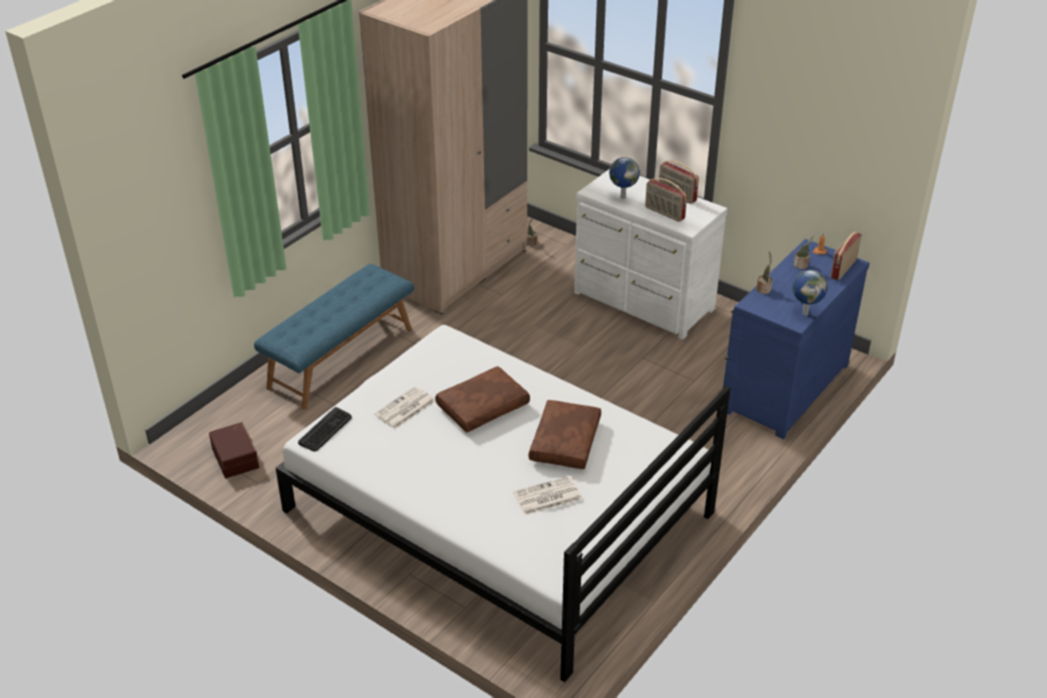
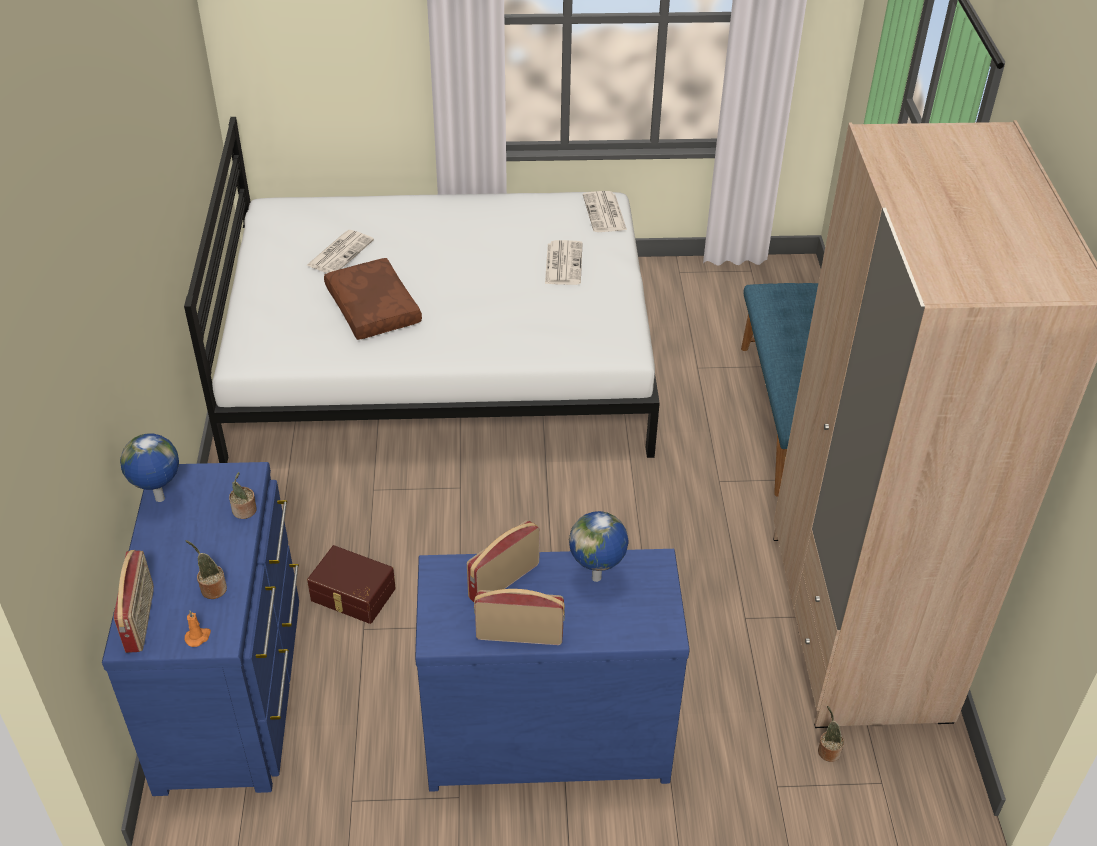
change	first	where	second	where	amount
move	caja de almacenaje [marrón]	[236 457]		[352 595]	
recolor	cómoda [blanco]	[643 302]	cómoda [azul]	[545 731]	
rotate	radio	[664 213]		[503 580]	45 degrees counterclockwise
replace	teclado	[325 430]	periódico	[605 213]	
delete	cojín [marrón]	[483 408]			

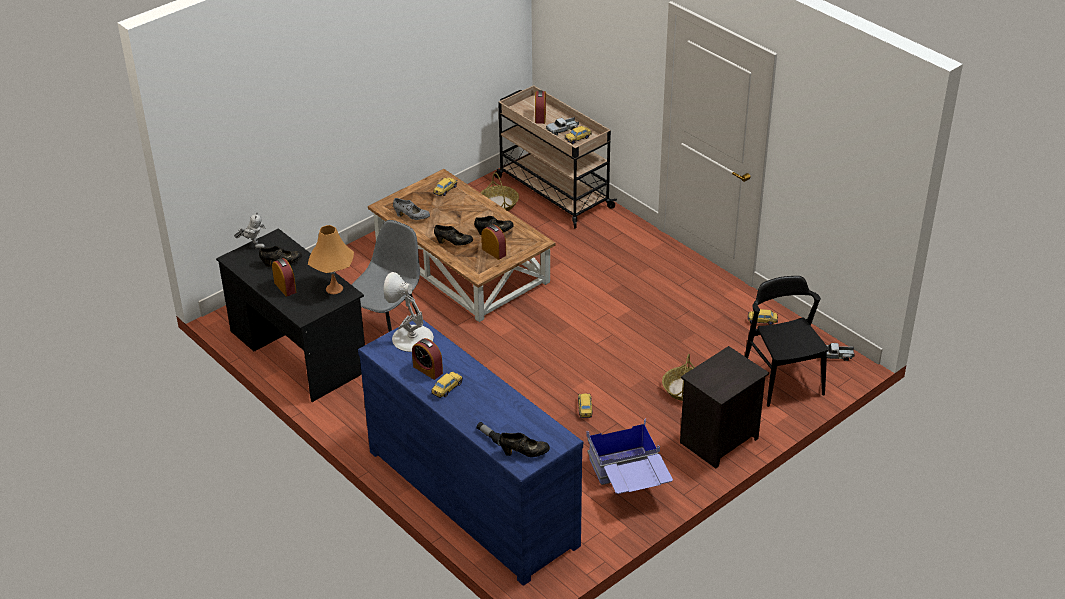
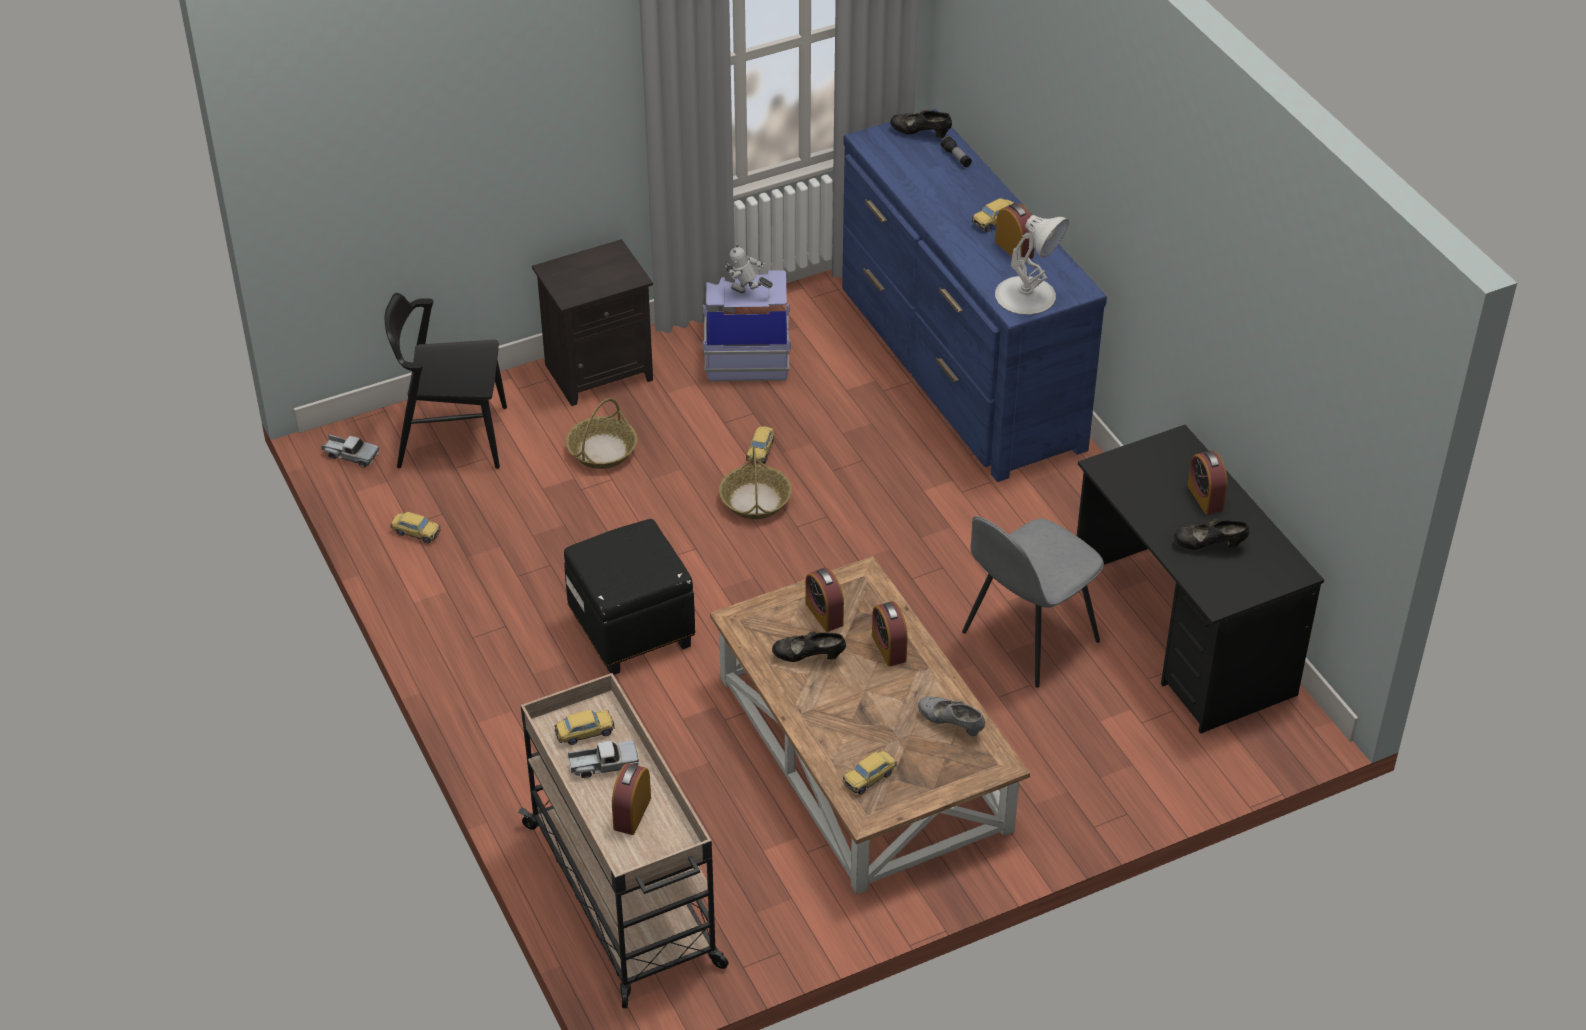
change	first	where	second	where	amount
rotate	silla [negro]	[783 379]		[452 437]	90 degrees clockwise
insert			puf [negro]	[630 630]	
move	cesta	[498 203]		[755 501]	
move	robot de juguete	[253 246]		[747 295]	
replace	zapato [negro]	[453 243]	despertador	[889 648]	
delete	lámpara de mesa [naranja]	[334 289]			

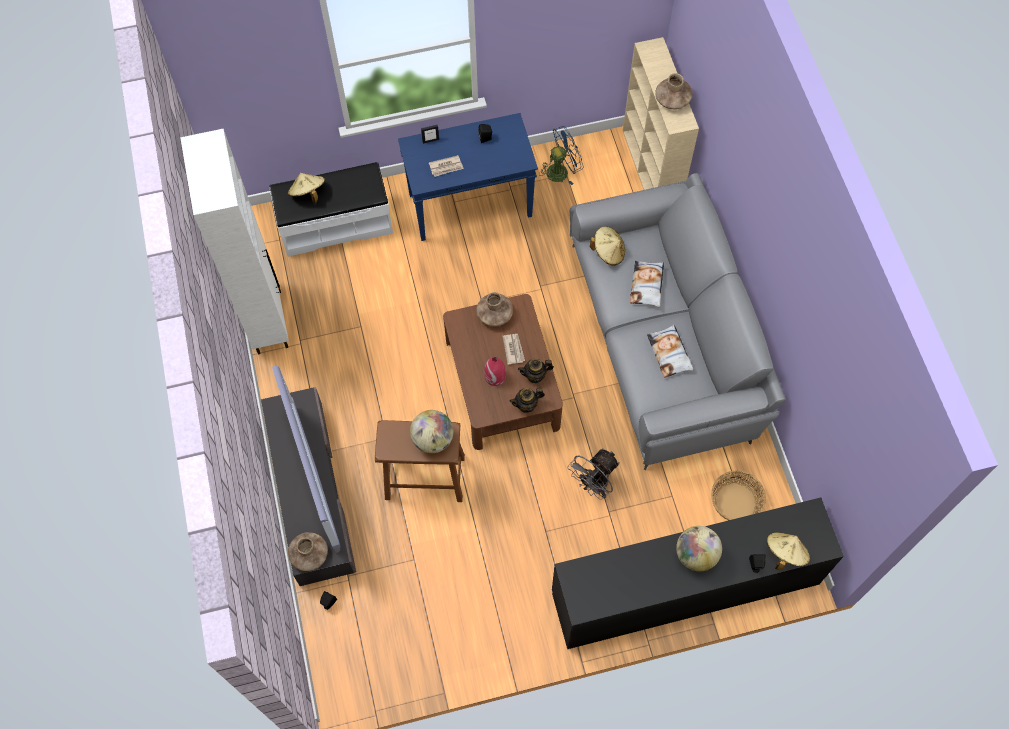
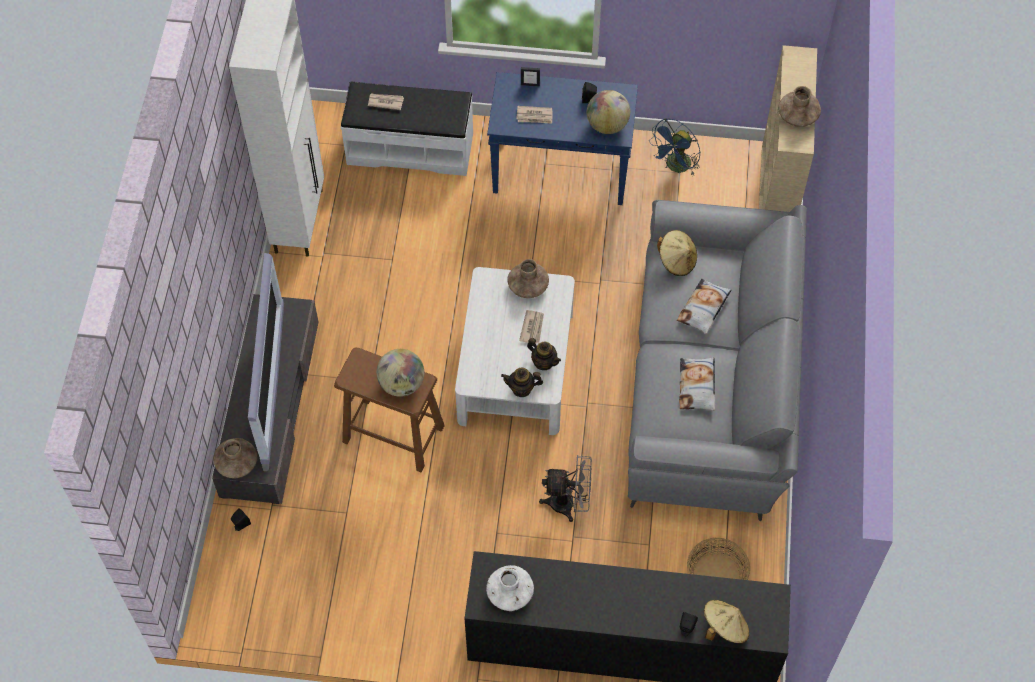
change	first	where	second	where	amount
replace	sombrero [beis]	[308 193]	periódico	[385 102]	
recolor	mesa de centro [marrón]	[502 383]	mesa de centro [blanco]	[516 367]	
insert			florero [blanco]	[510 593]	
rotate	tetera	[535 376]		[543 362]	150 degrees counterclockwise
rotate	ventilador [gris]	[594 485]		[569 503]	150 degrees counterclockwise
move	globo terráqueo	[696 554]		[607 125]	
rotate	ventilador [azul]	[561 170]		[675 167]	135 degrees clockwise
delete	florero [rojo]	[495 376]			

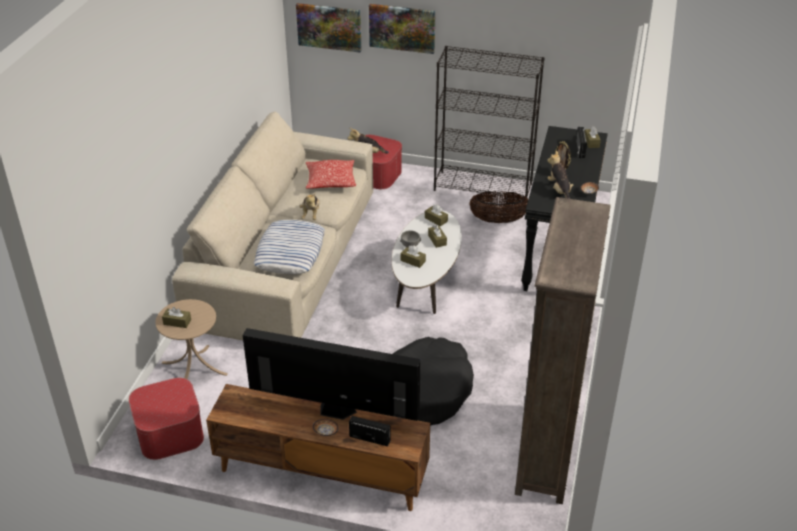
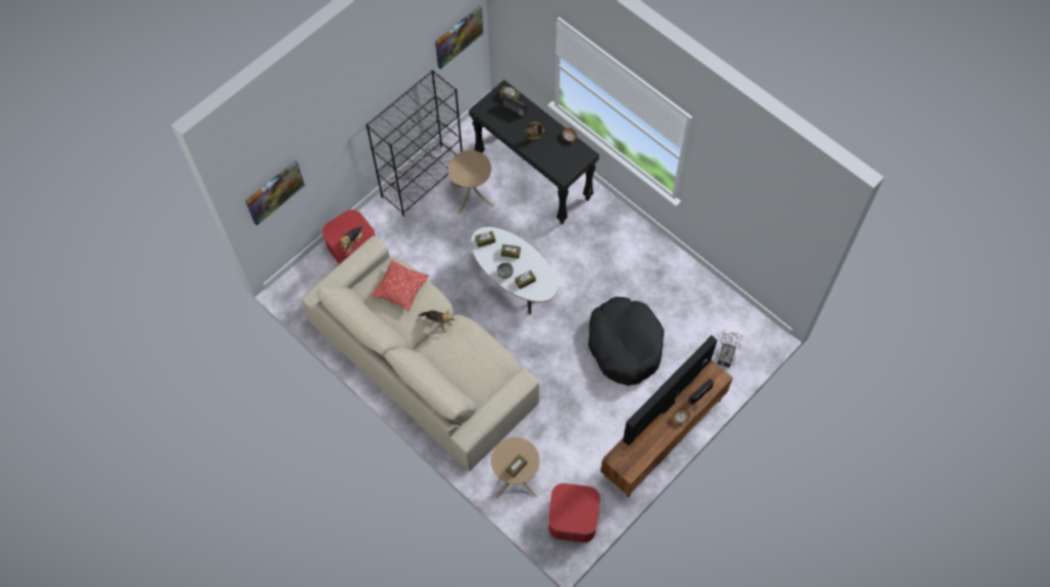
change	first	where	second	where	amount
move	cuadro	[402 28]		[458 36]	
replace	cesta	[498 220]	mesa auxiliar [beis]	[471 194]	
insert			planta en maceta	[727 354]	
delete	cojín	[290 252]			
delete	estantería [marrón]	[547 453]			
delete	peluche	[559 191]			

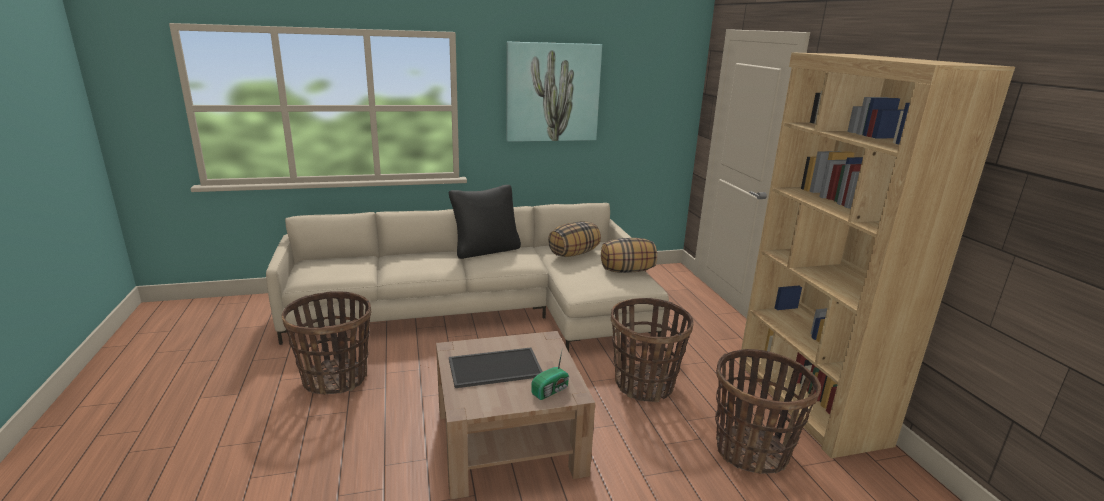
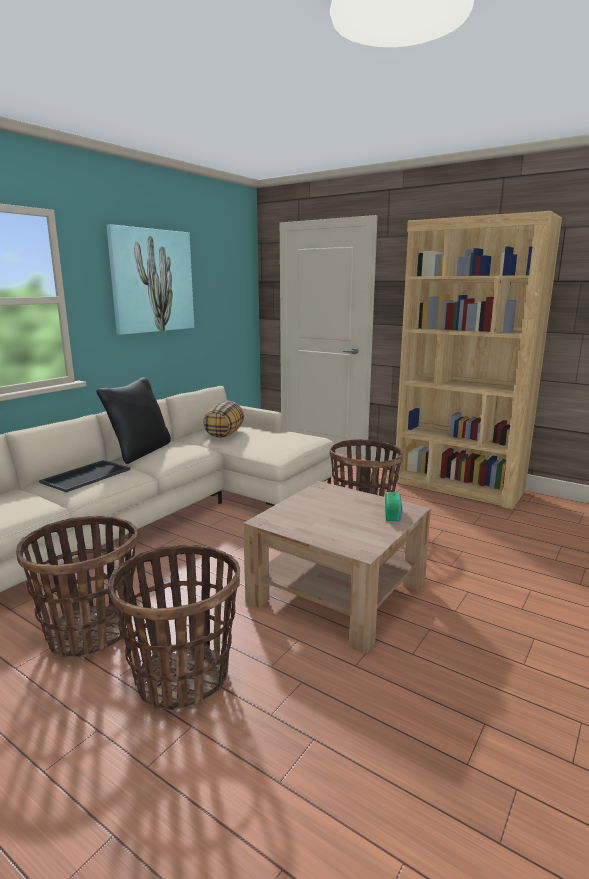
change	first	where	second	where	amount
move	bandeja	[494 369]		[86 476]	
move	cesta	[751 451]		[182 677]	
delete	cojín	[627 271]			

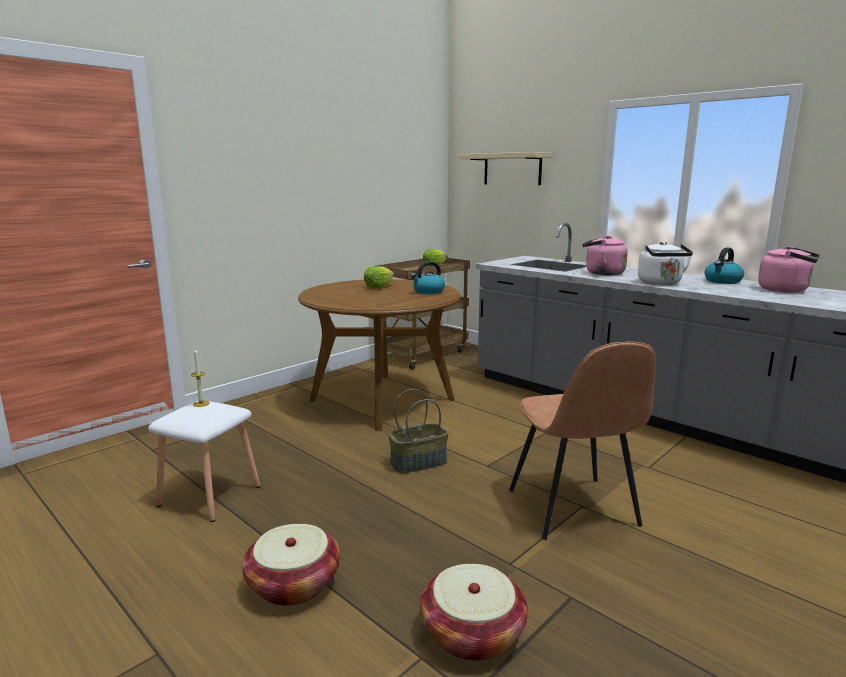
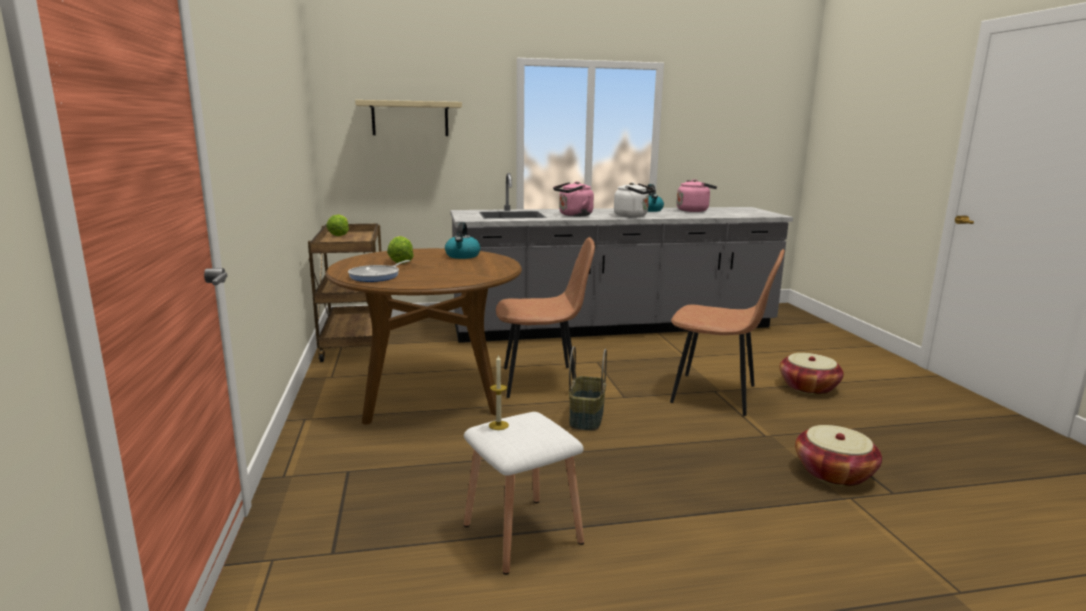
change	first	where	second	where	amount
insert			sartén	[377 276]	
insert			silla [marrón]	[542 382]	
move	cesta	[293 584]		[808 387]	

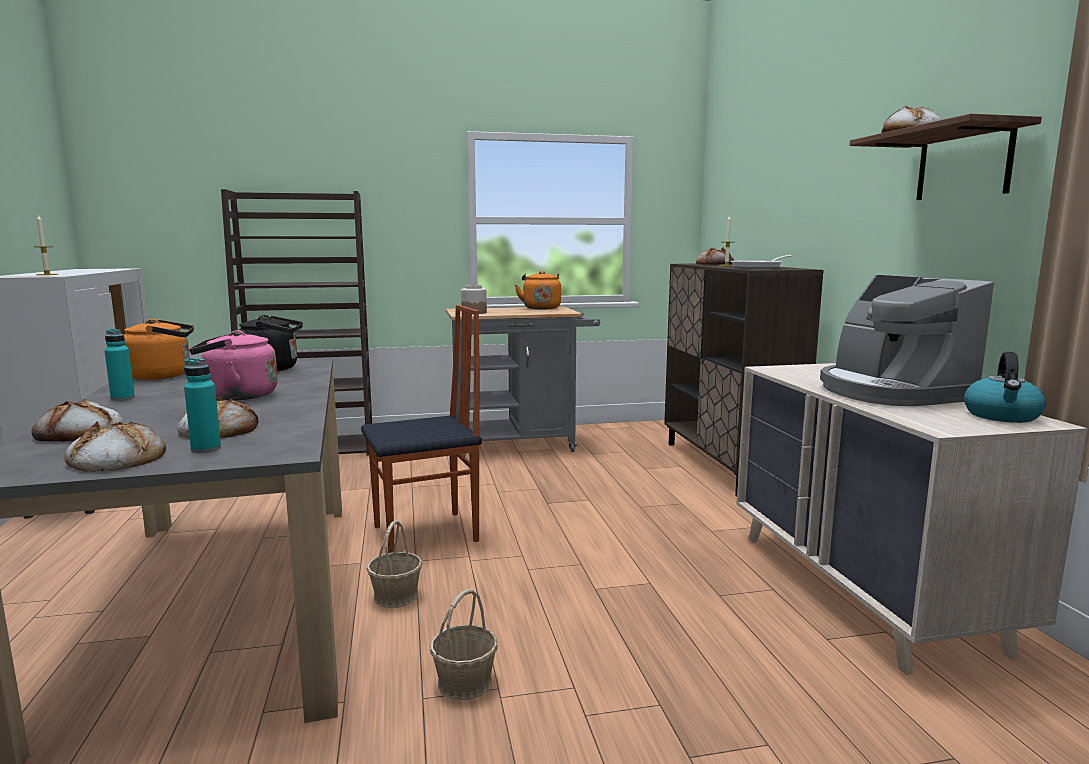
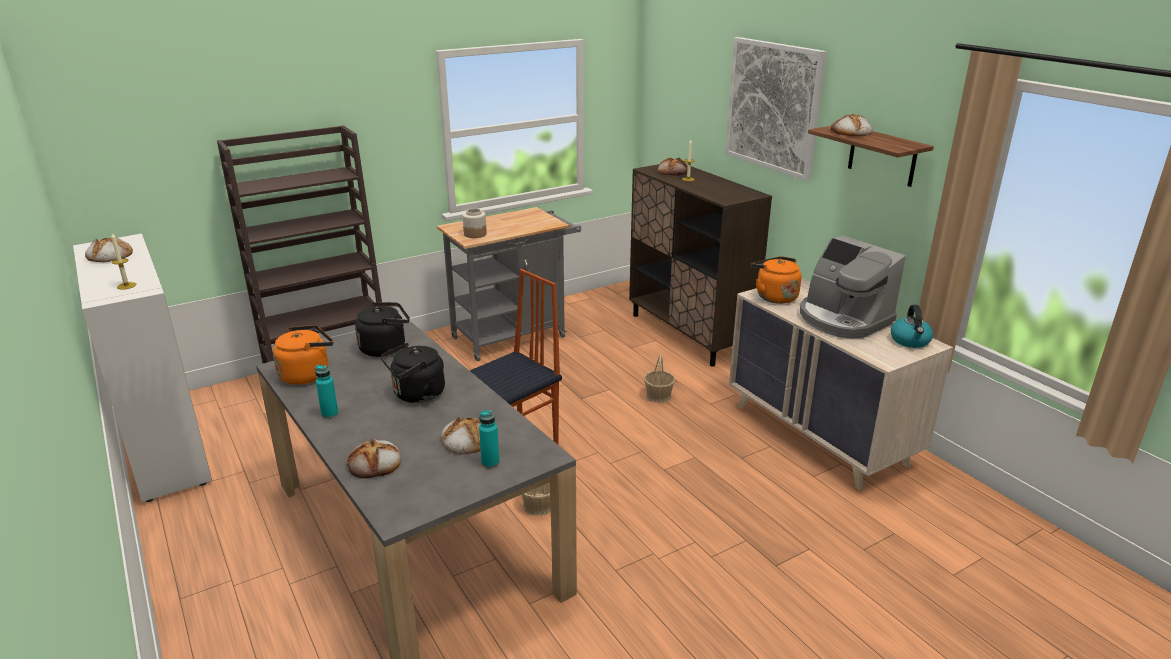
change	first	where	second	where	amount
move	pan	[116 459]		[109 255]	
recolor	hervidor [rosa]	[237 396]	hervidor [negro]	[416 395]	
move	cesta	[465 682]		[658 396]	
insert			cuadro	[773 106]	
move	hervidor [naranja]	[541 308]		[774 296]	
delete	sartén	[759 267]			

